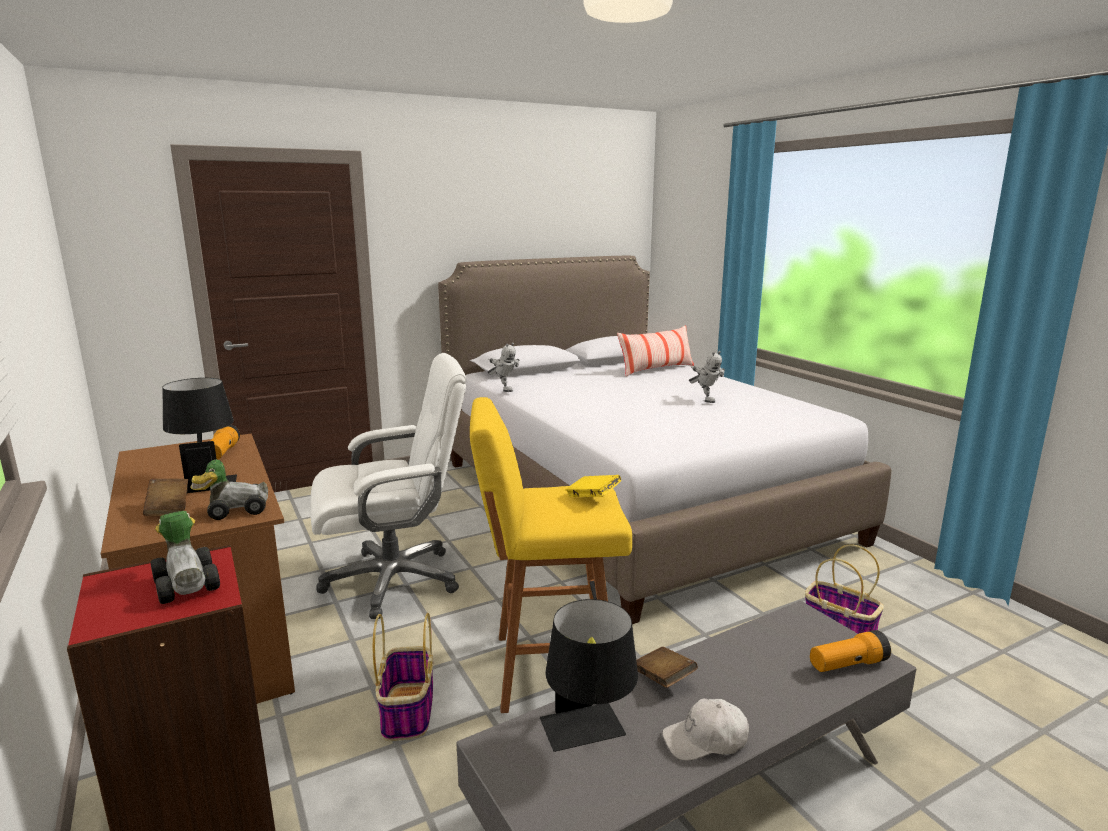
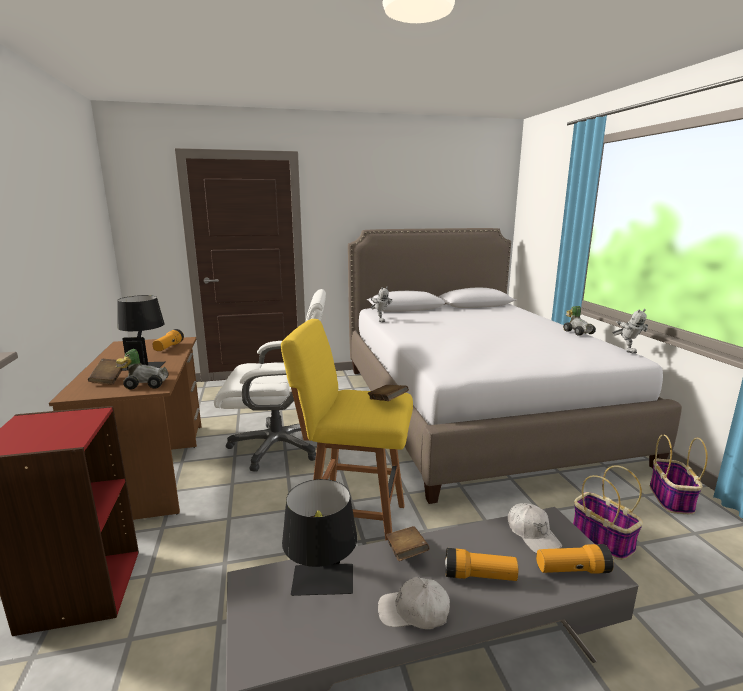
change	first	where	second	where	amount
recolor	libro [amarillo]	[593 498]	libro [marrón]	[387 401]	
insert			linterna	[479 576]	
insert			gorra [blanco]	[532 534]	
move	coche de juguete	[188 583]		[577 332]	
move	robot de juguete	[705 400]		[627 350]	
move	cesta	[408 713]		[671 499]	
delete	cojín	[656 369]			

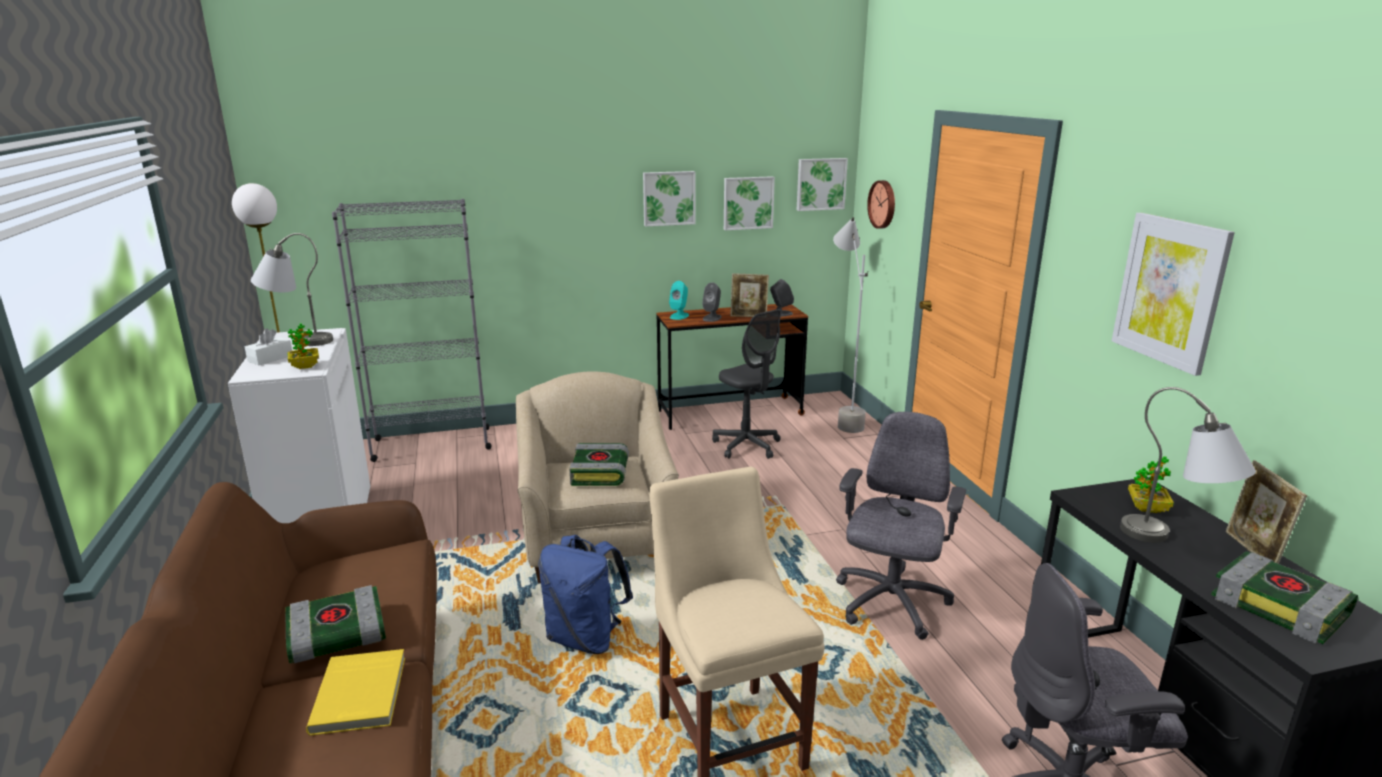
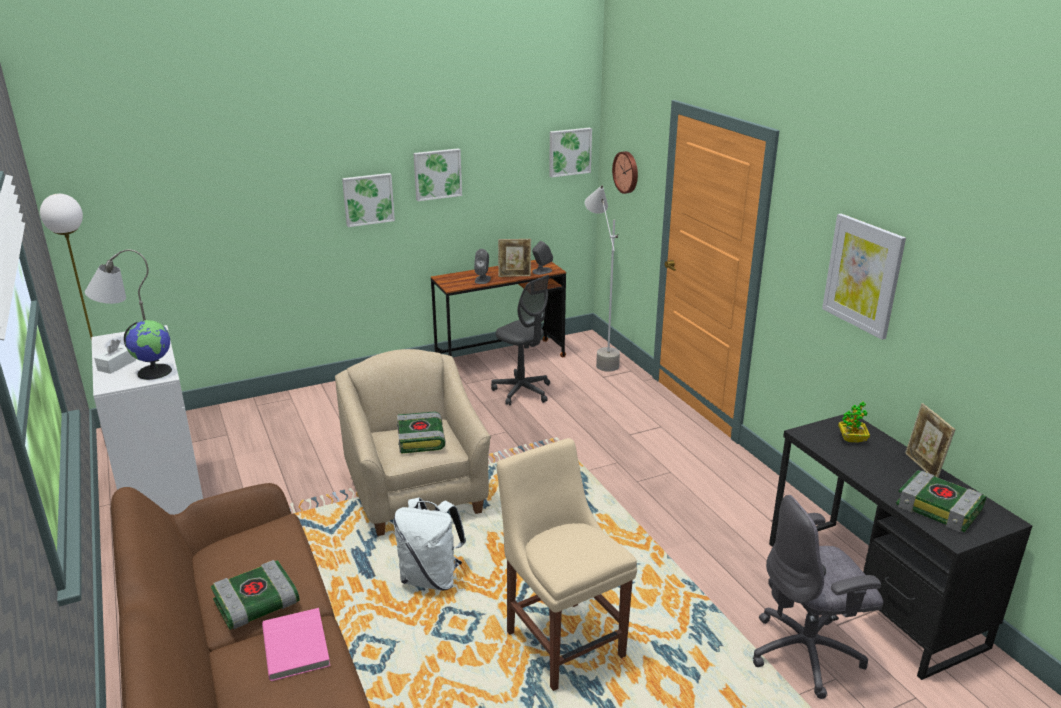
change	first	where	second	where	amount
replace	planta en maceta	[305 366]	globo terráqueo	[155 371]	
recolor	libro [amarillo]	[362 694]	libro [rosa]	[297 646]	
move	cuadro	[747 203]		[368 199]	
recolor	mochila [azul]	[585 638]	mochila [blanco]	[431 578]	
delete	estantería [gris]	[431 444]			
delete	altavoz [turquesa]	[679 316]			
delete	silla de oficina [gris]	[890 604]			
delete	lámpara de mesa [gris]	[1176 543]			

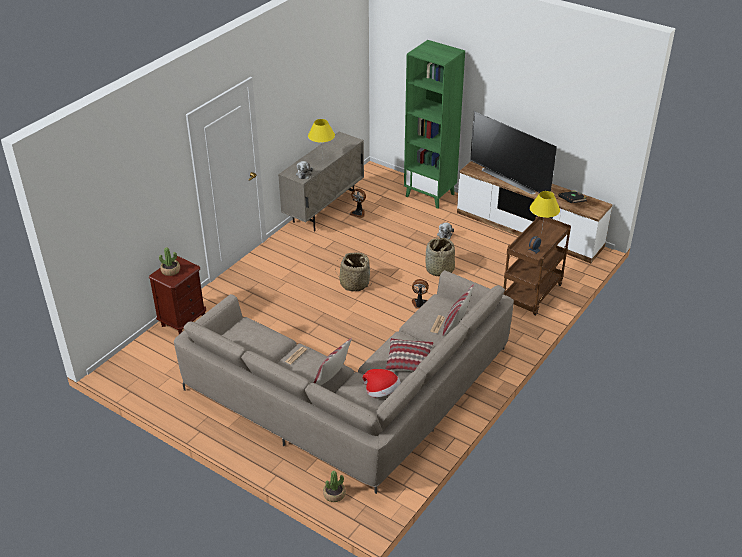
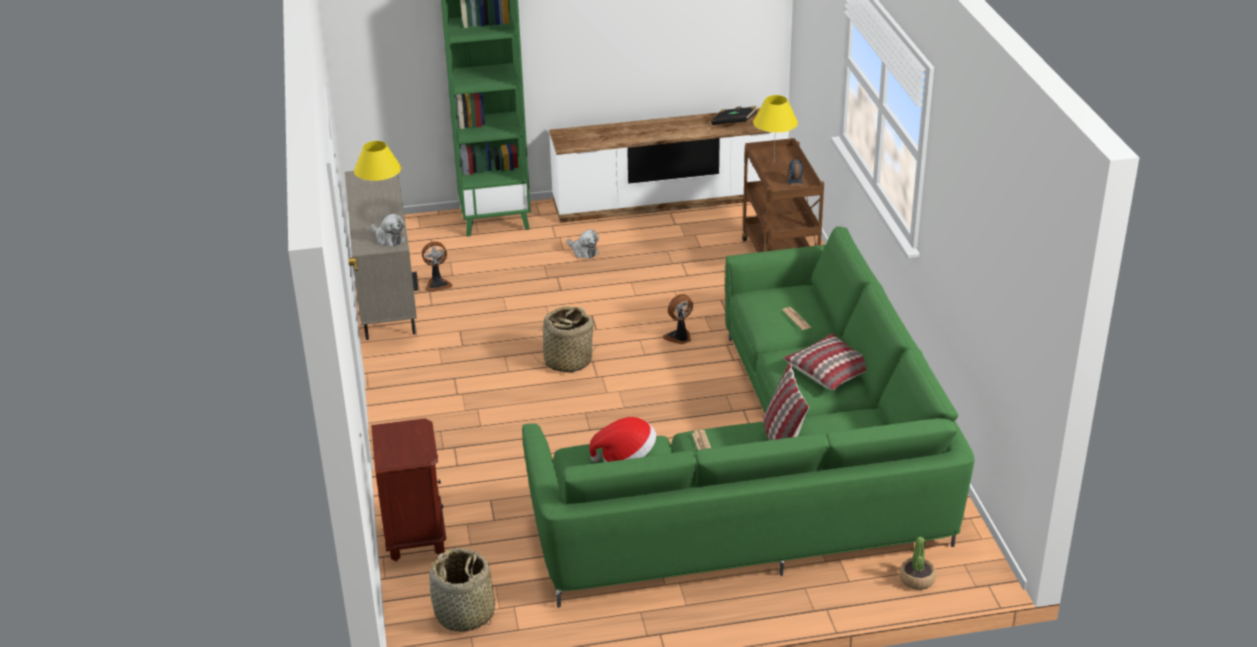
change	first	where	second	where	amount
move	cesta	[439 269]		[465 614]	
recolor	sofá [beis]	[356 397]	sofá [verde]	[772 472]	
move	sombrero	[381 392]		[625 457]	
delete	planta en maceta	[170 270]			
delete	cojín	[456 324]			
delete	televisor	[511 179]			

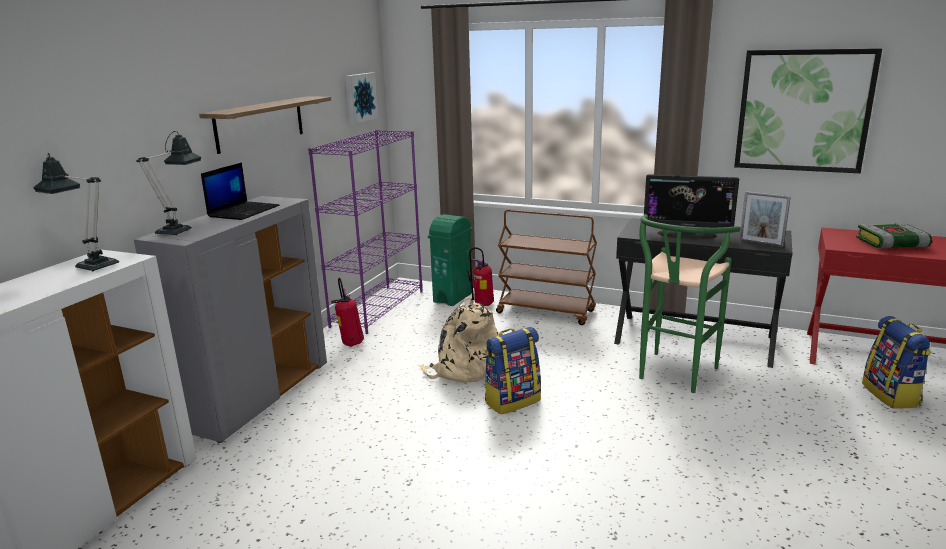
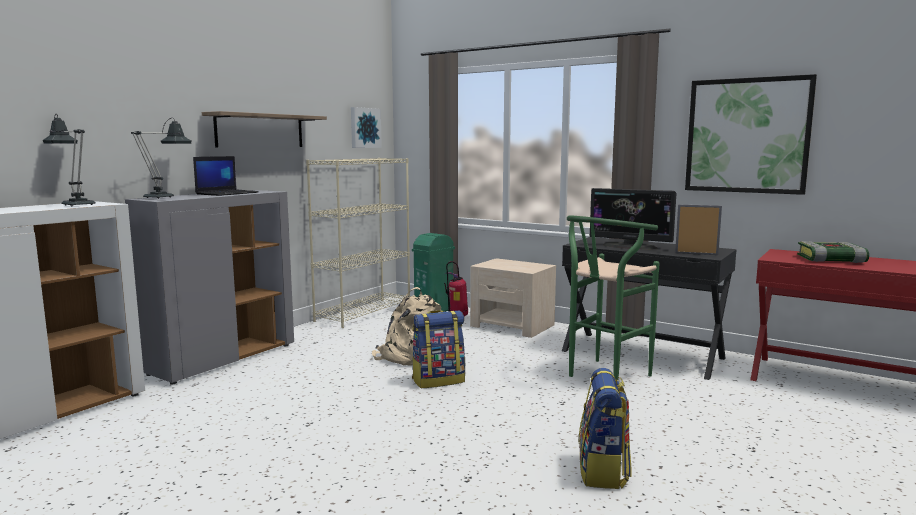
change	first	where	second	where	amount
recolor	estantería [morado]	[378 308]	estantería [beis]	[364 313]	
replace	carrito [marrón]	[546 312]	mesita de noche [beis]	[512 325]	
move	mochila	[891 395]		[603 472]	
rotate	portarretratos	[761 243]		[696 254]	150 degrees clockwise
delete	extintor	[351 343]			

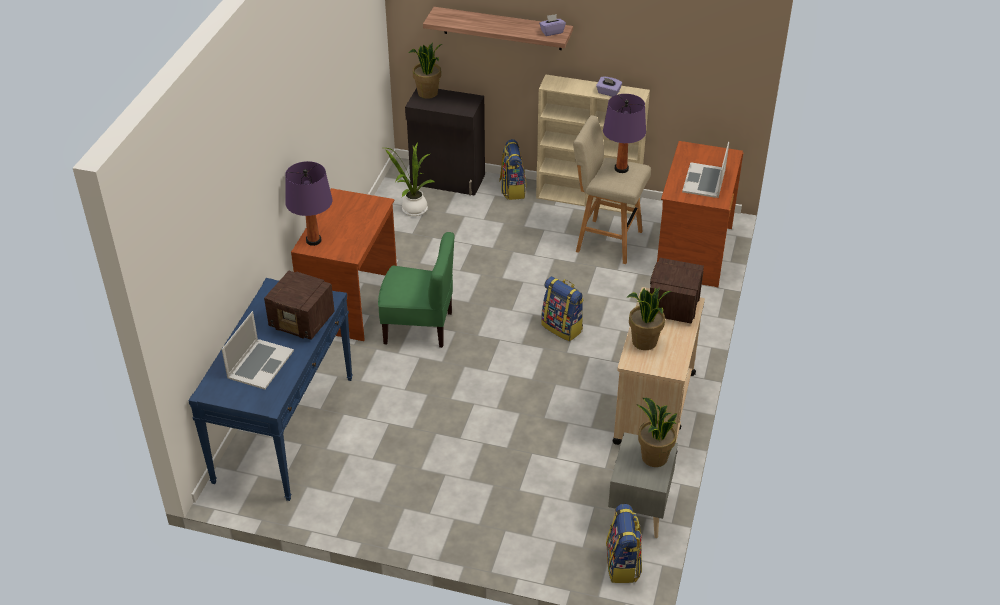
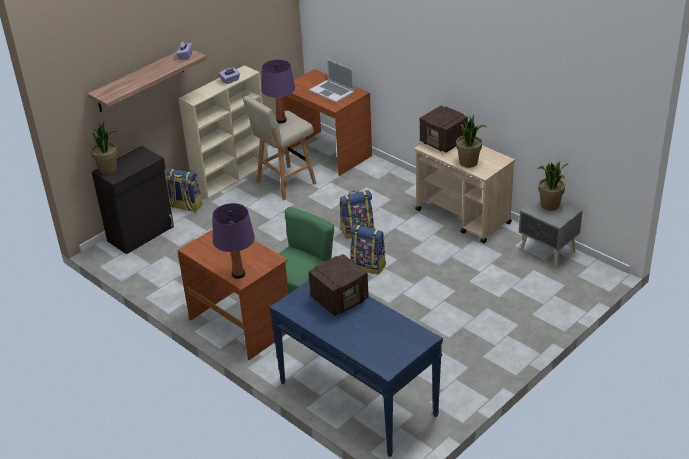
change	first	where	second	where	amount
move	mochila	[623 565]		[369 265]	
delete	portátil	[260 364]			
delete	planta en maceta	[412 209]			

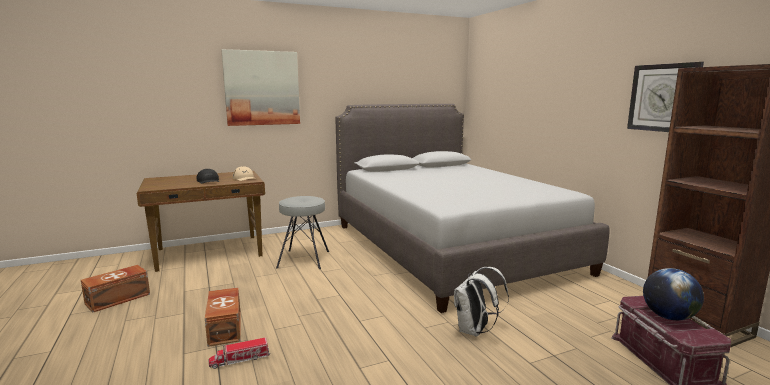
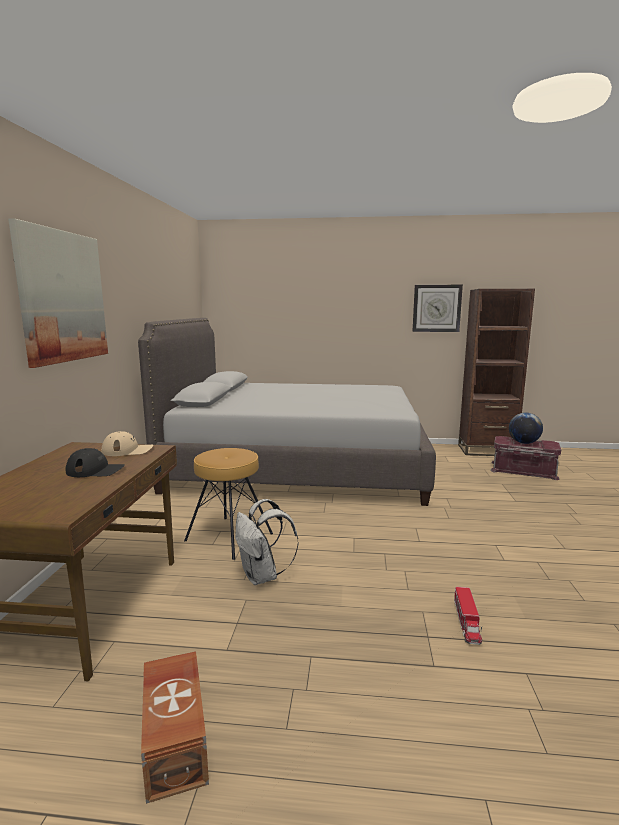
change	first	where	second	where	amount
recolor	taburete [gris]	[304 259]	taburete [marrón]	[229 536]	
move	mochila [blanco]	[475 331]		[262 576]	
delete	caja de almacenaje [marrón]	[226 327]			

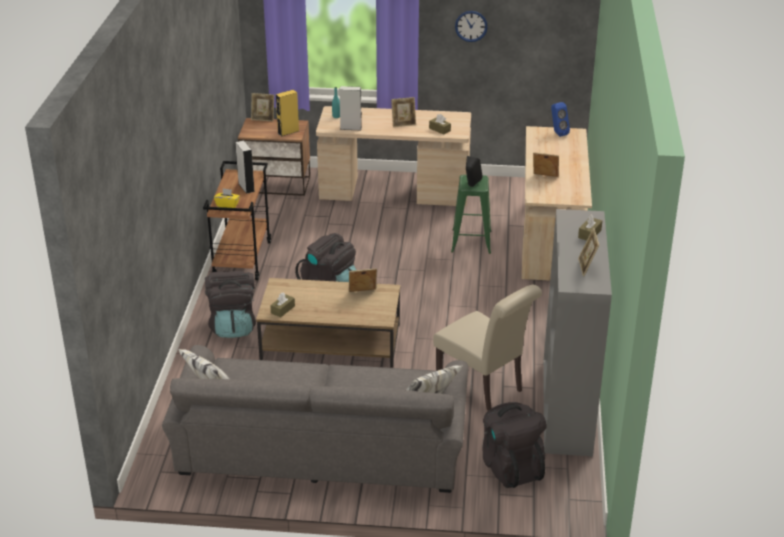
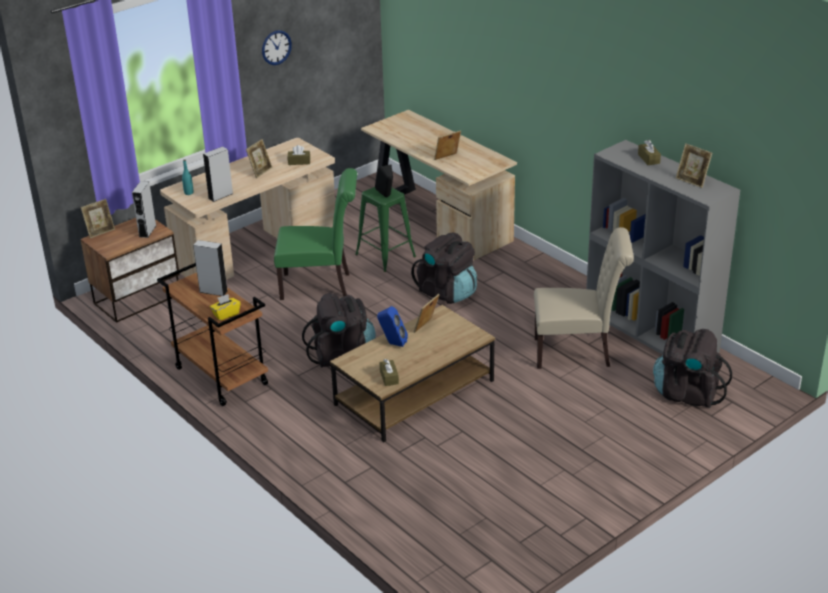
change	first	where	second	where	amount
recolor	altavoz [amarillo]	[288 132]	altavoz [gris]	[147 231]	
insert			silla [verde]	[320 286]	
move	altavoz [azul]	[557 133]		[392 344]	
move	mochila [negro]	[233 326]		[447 292]	
delete	sofá [gris]	[321 445]			

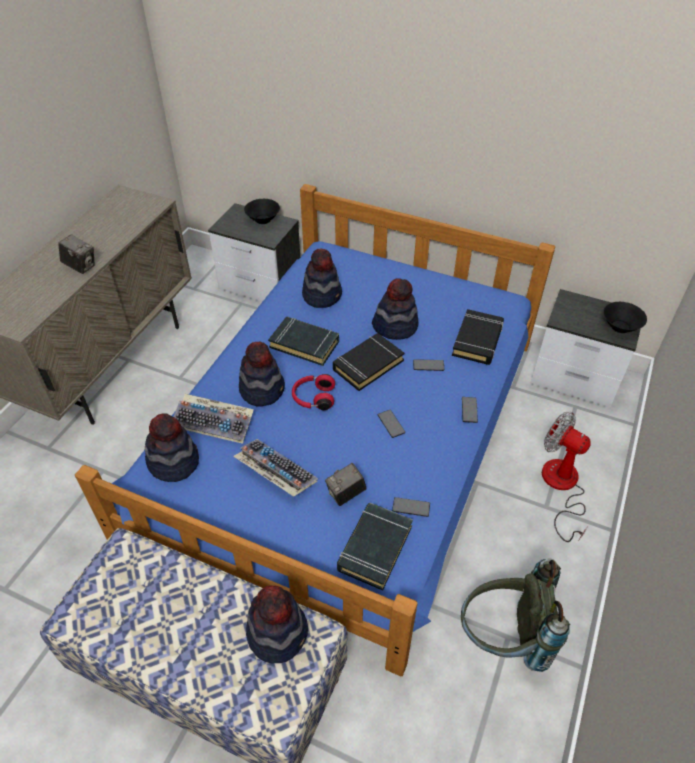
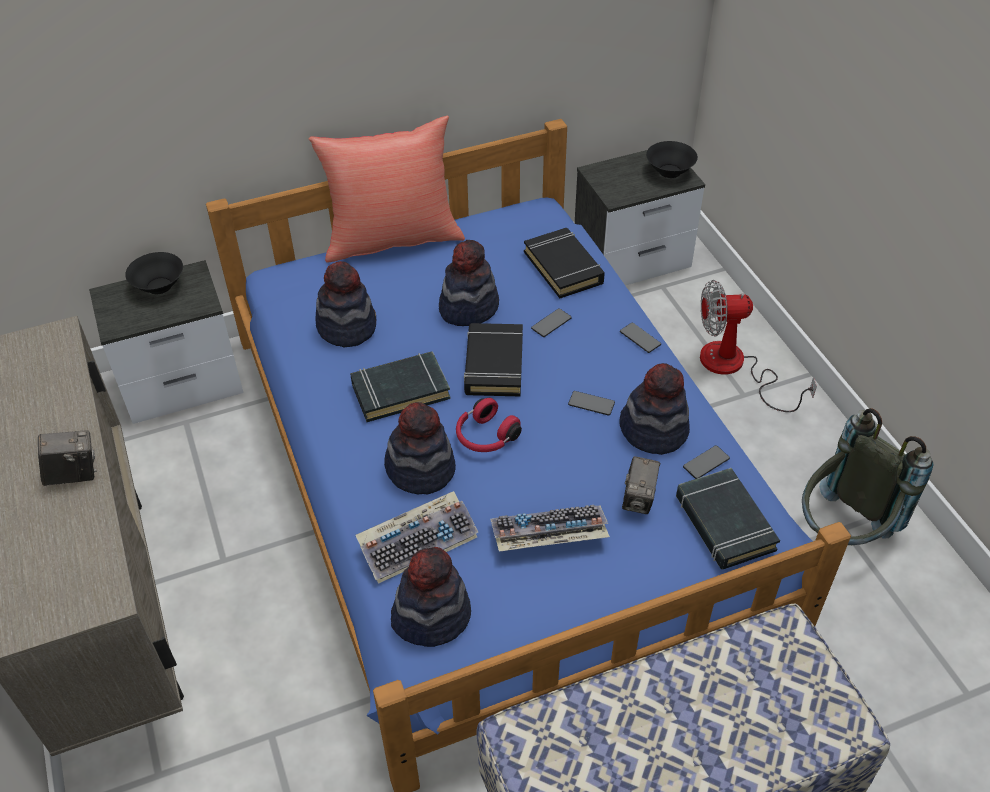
change	first	where	second	where	amount
insert			cojín [rojo]	[392 238]	
move	sombrero	[278 632]		[653 430]	

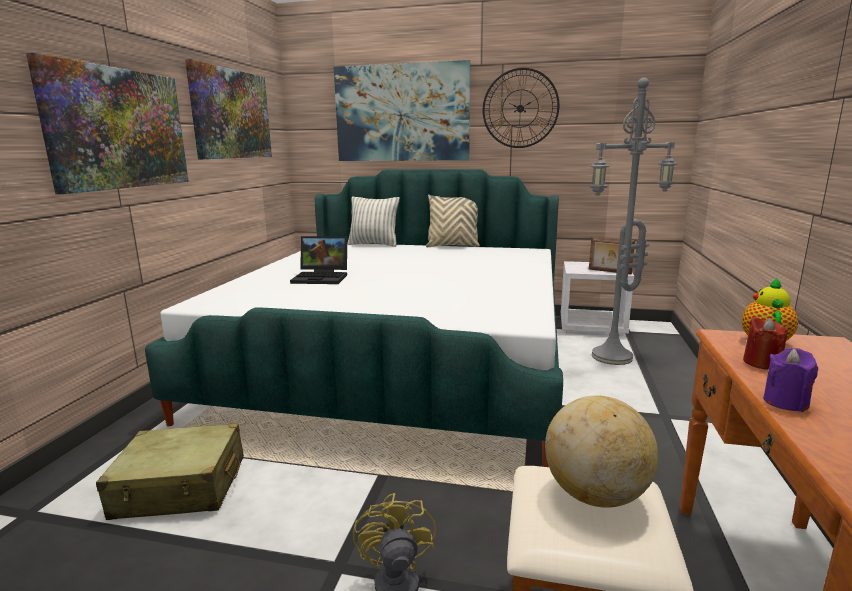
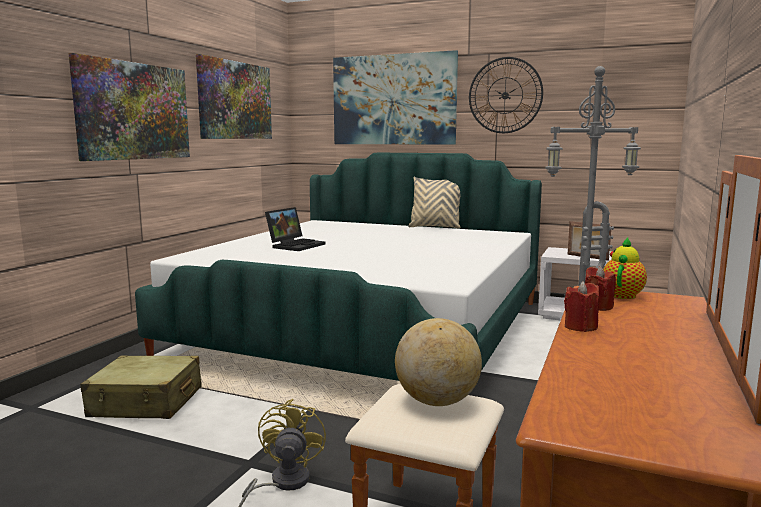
change	first	where	second	where	amount
rotate	portátil	[322 277]		[296 245]	75 degrees counterclockwise
recolor	vela [morado]	[785 402]	vela [rojo]	[580 327]	
delete	cojín	[374 244]			

